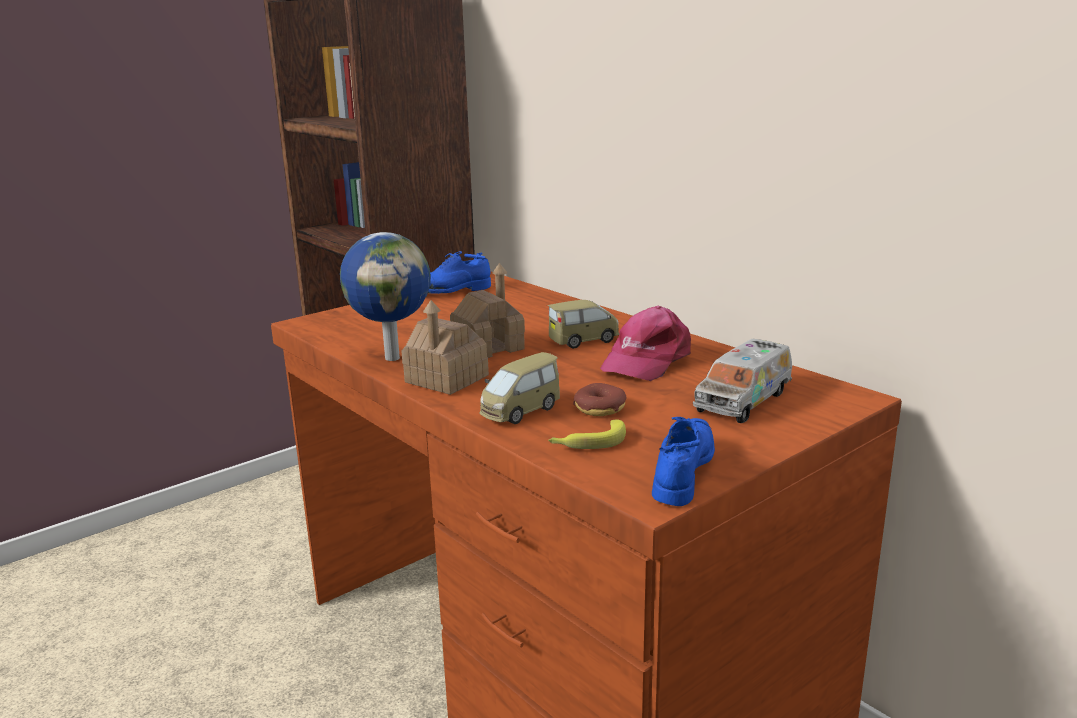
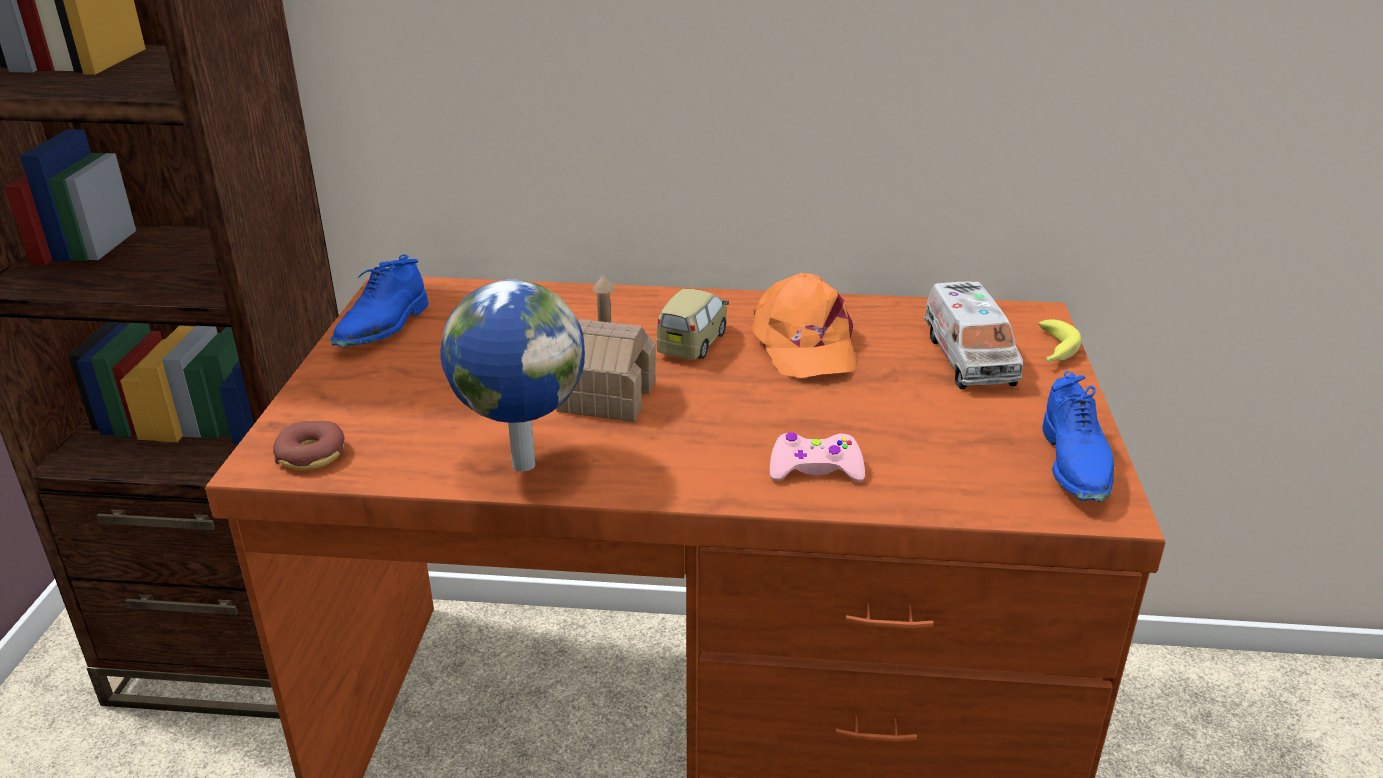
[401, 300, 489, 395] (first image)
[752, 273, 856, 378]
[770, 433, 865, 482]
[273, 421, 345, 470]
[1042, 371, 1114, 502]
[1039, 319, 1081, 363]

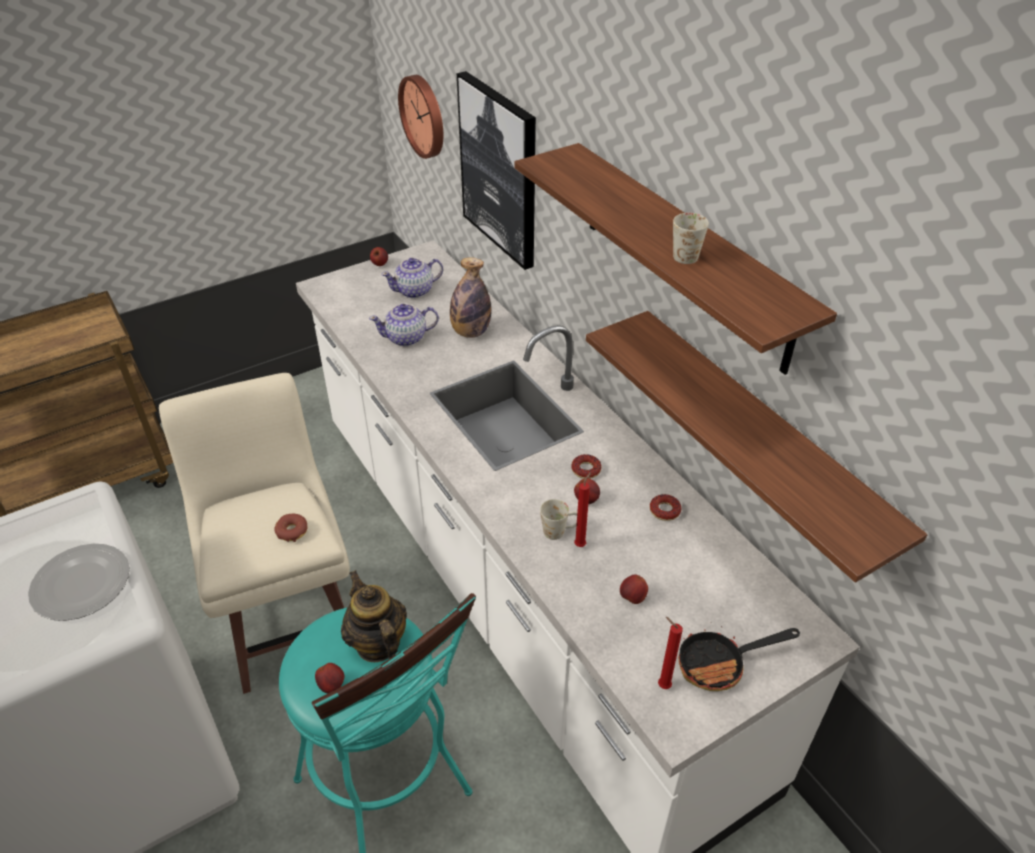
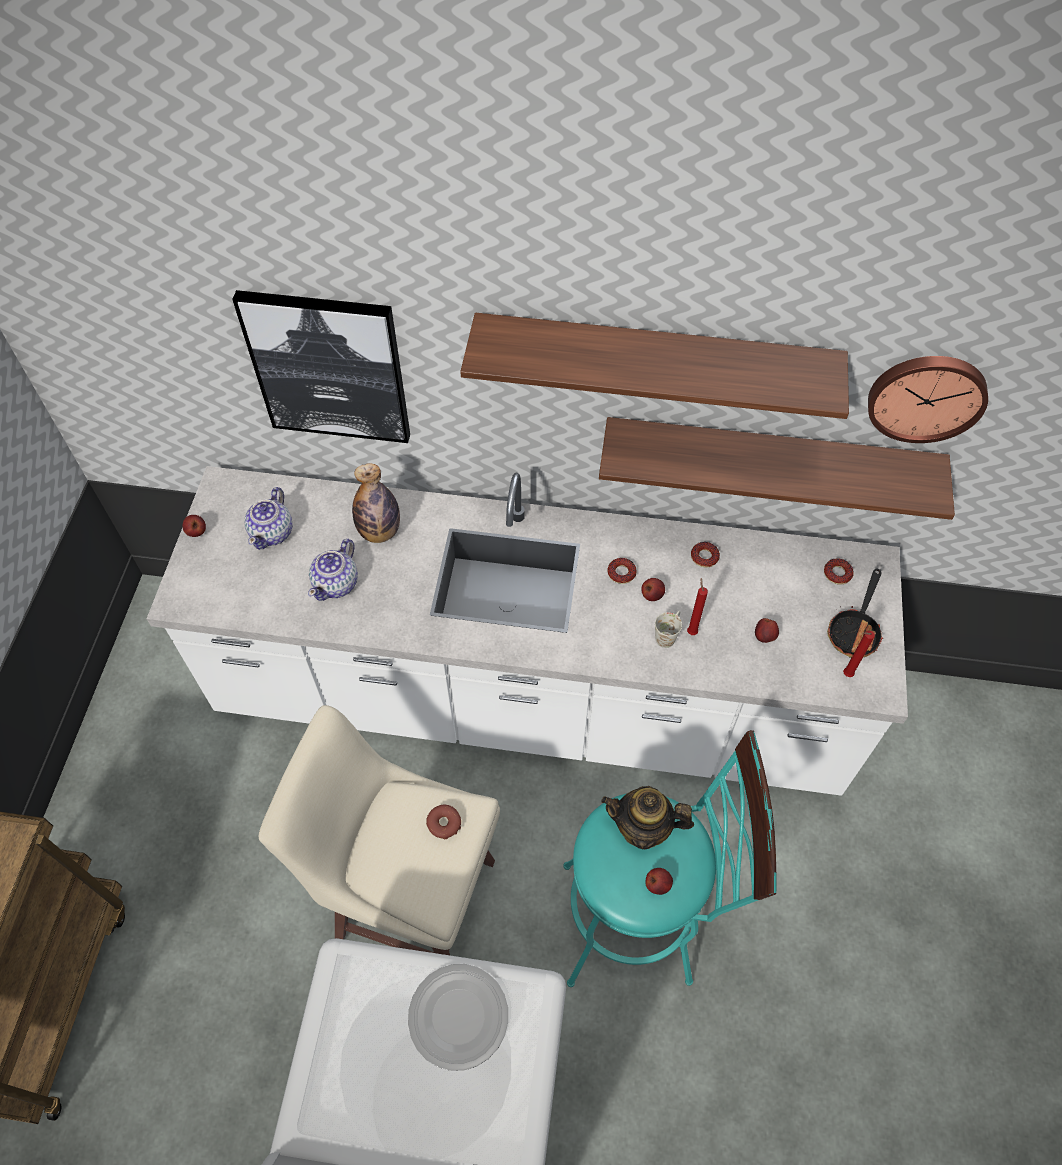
[868, 356, 988, 443]
[673, 213, 709, 264] (first image)
[824, 558, 854, 584]

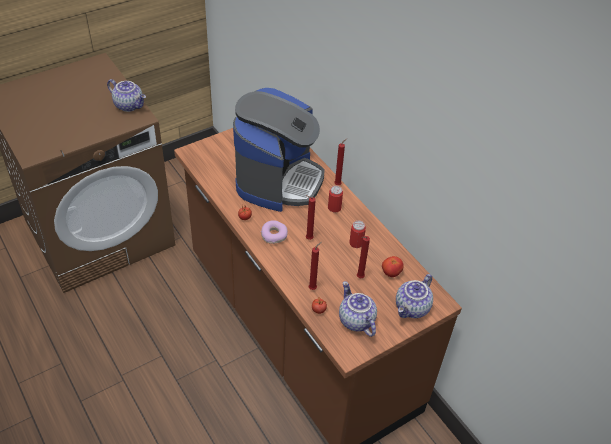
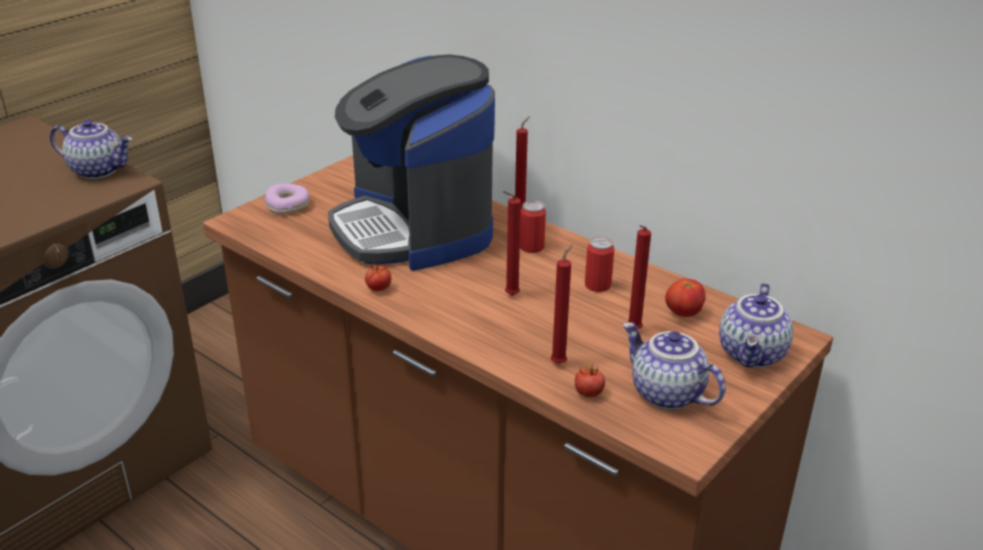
[328, 55, 495, 271]
[264, 183, 309, 214]

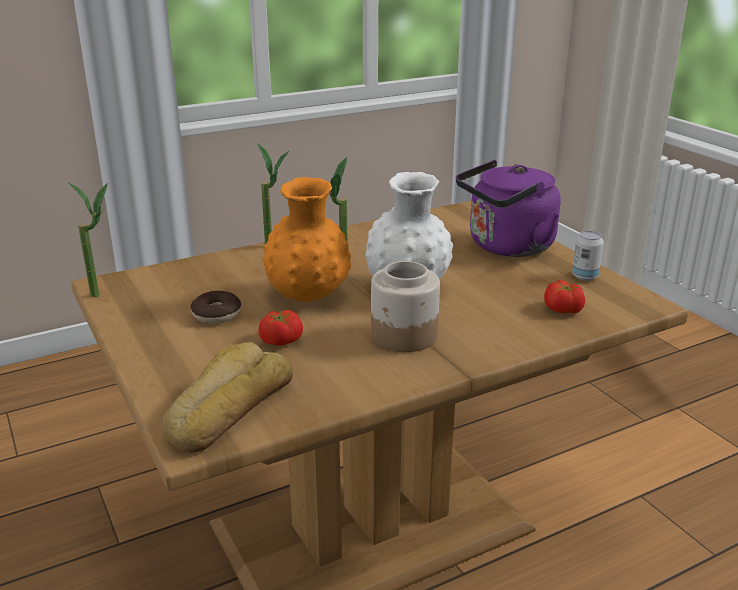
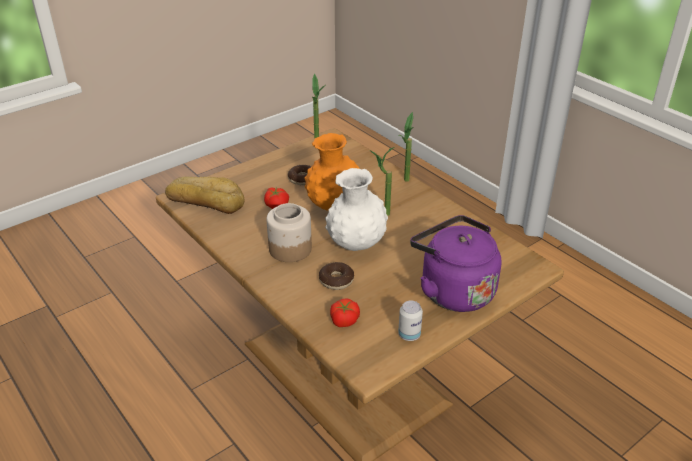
[319, 262, 354, 290]

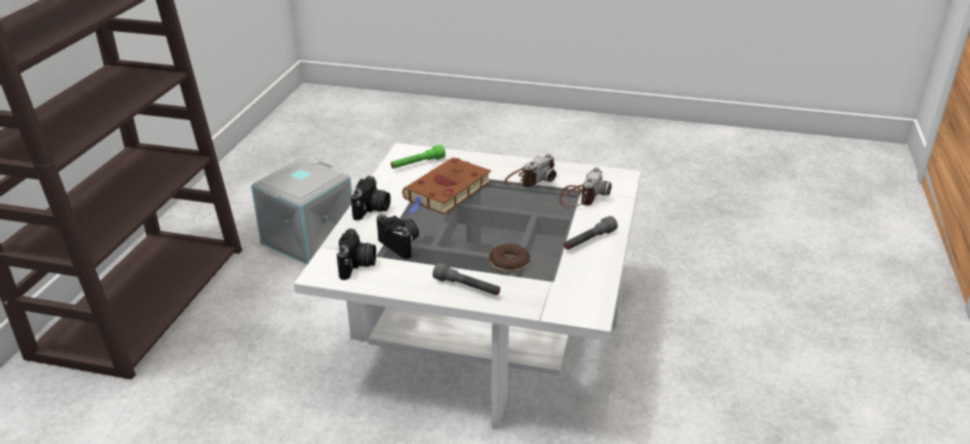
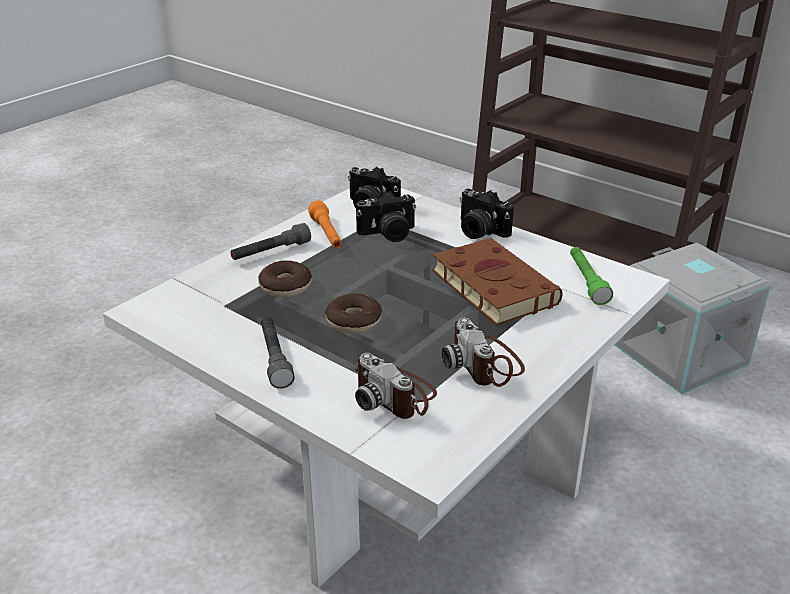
[308, 200, 342, 248]
[325, 293, 382, 334]

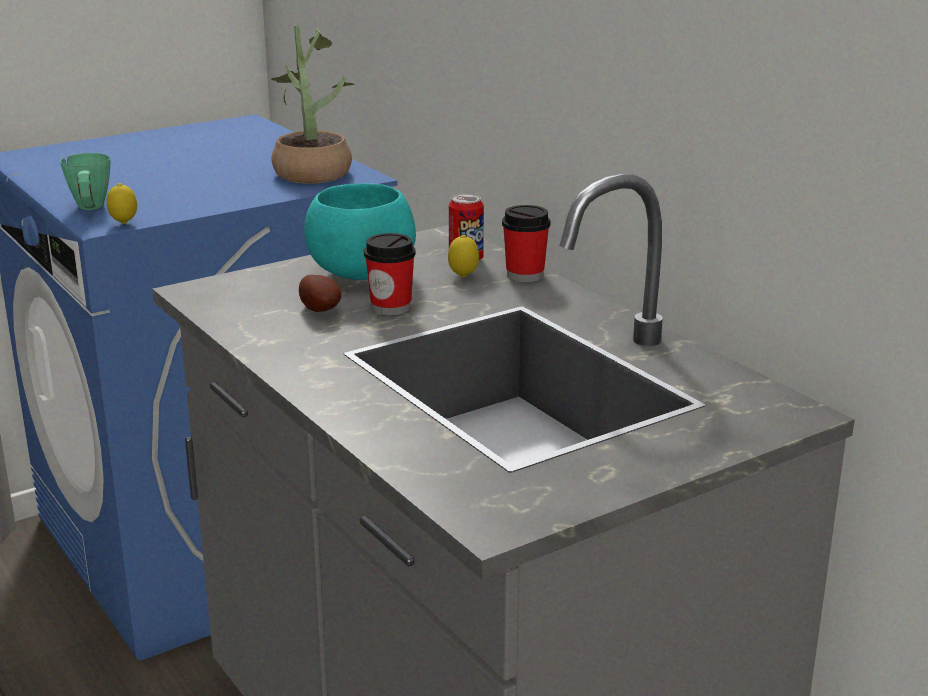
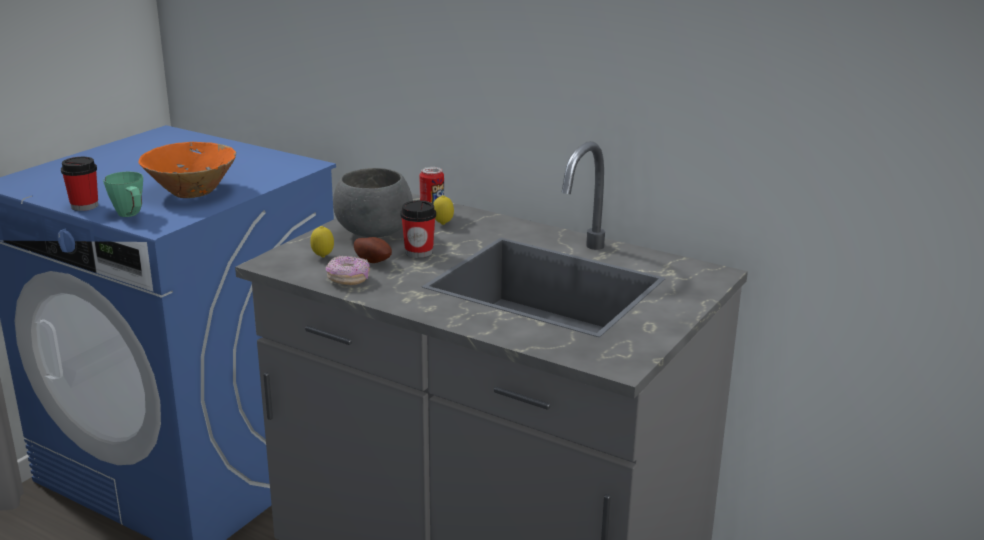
[271, 26, 355, 184] (first image)
[310, 226, 334, 258]
[333, 168, 413, 237]
[61, 157, 98, 211]
[139, 142, 236, 198]
[326, 256, 370, 285]

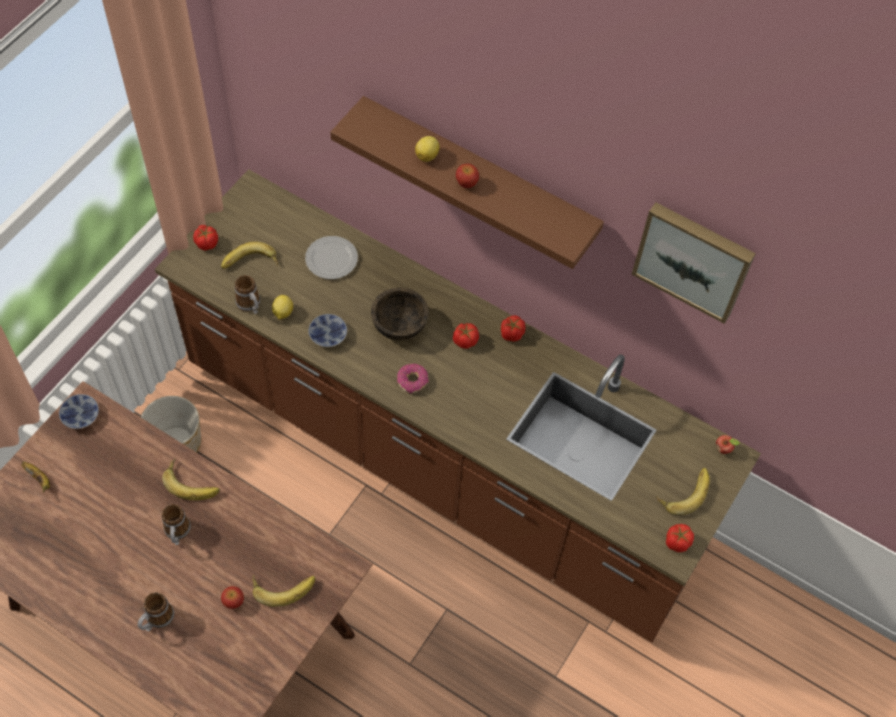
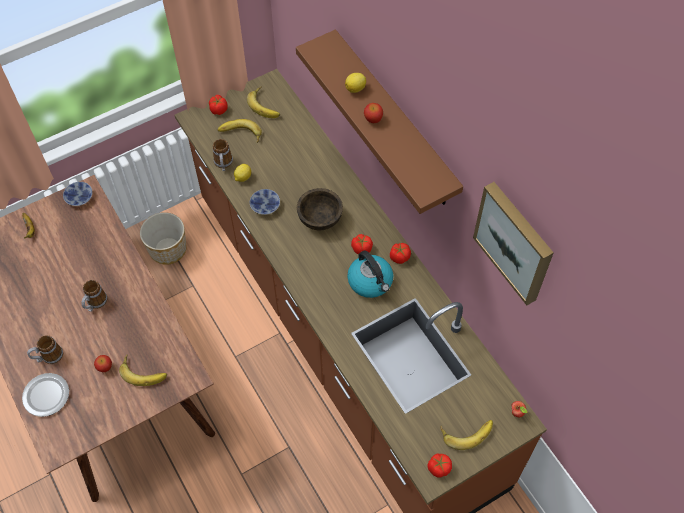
[22, 373, 69, 417]
[397, 364, 429, 394] (first image)
[247, 86, 280, 118]
[347, 251, 393, 298]

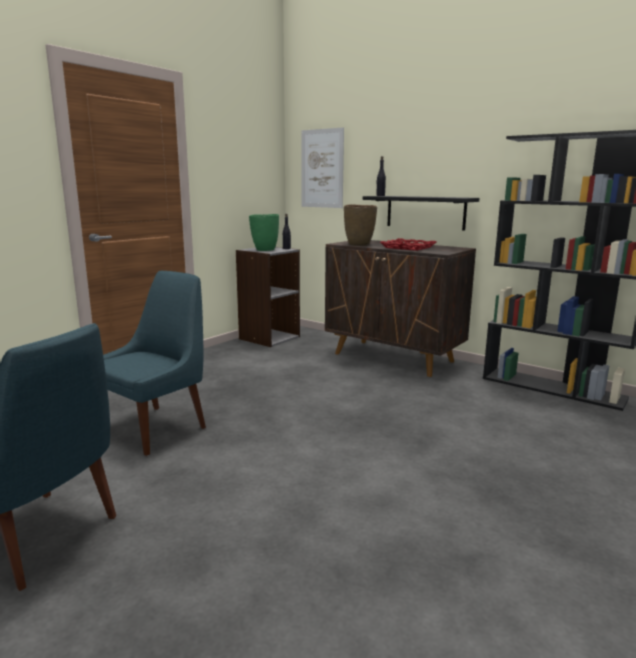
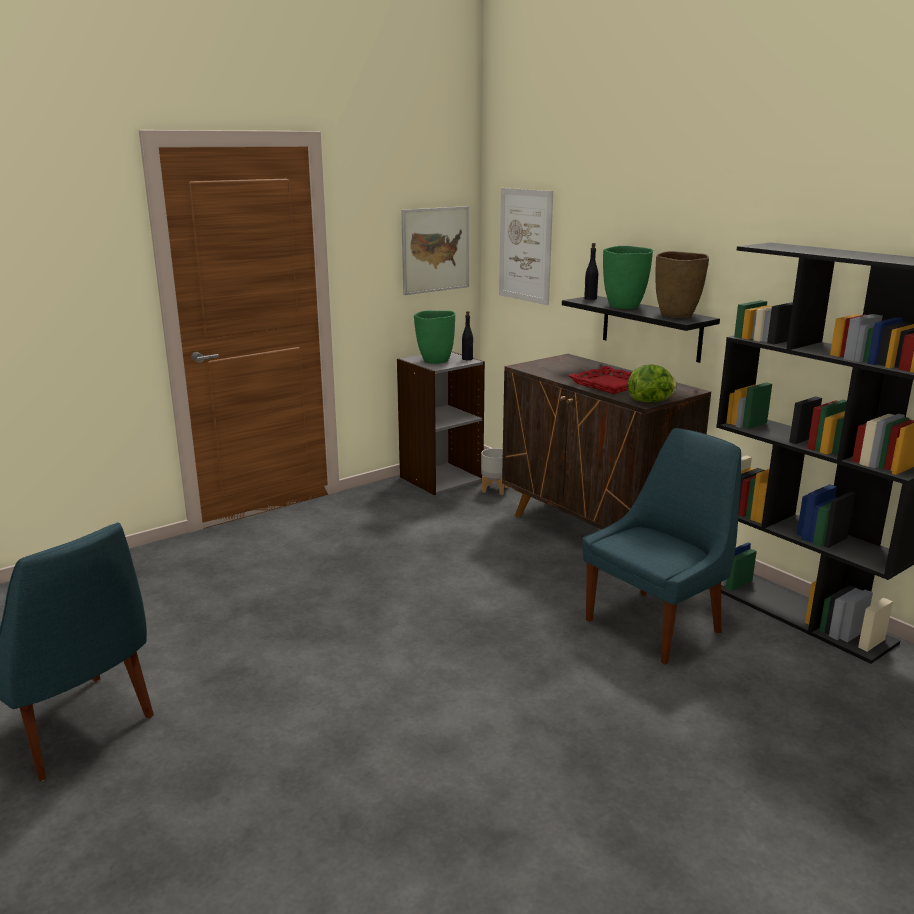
[655, 251, 709, 318]
[583, 428, 741, 665]
[401, 206, 469, 295]
[603, 246, 653, 309]
[628, 364, 677, 402]
[481, 448, 509, 495]

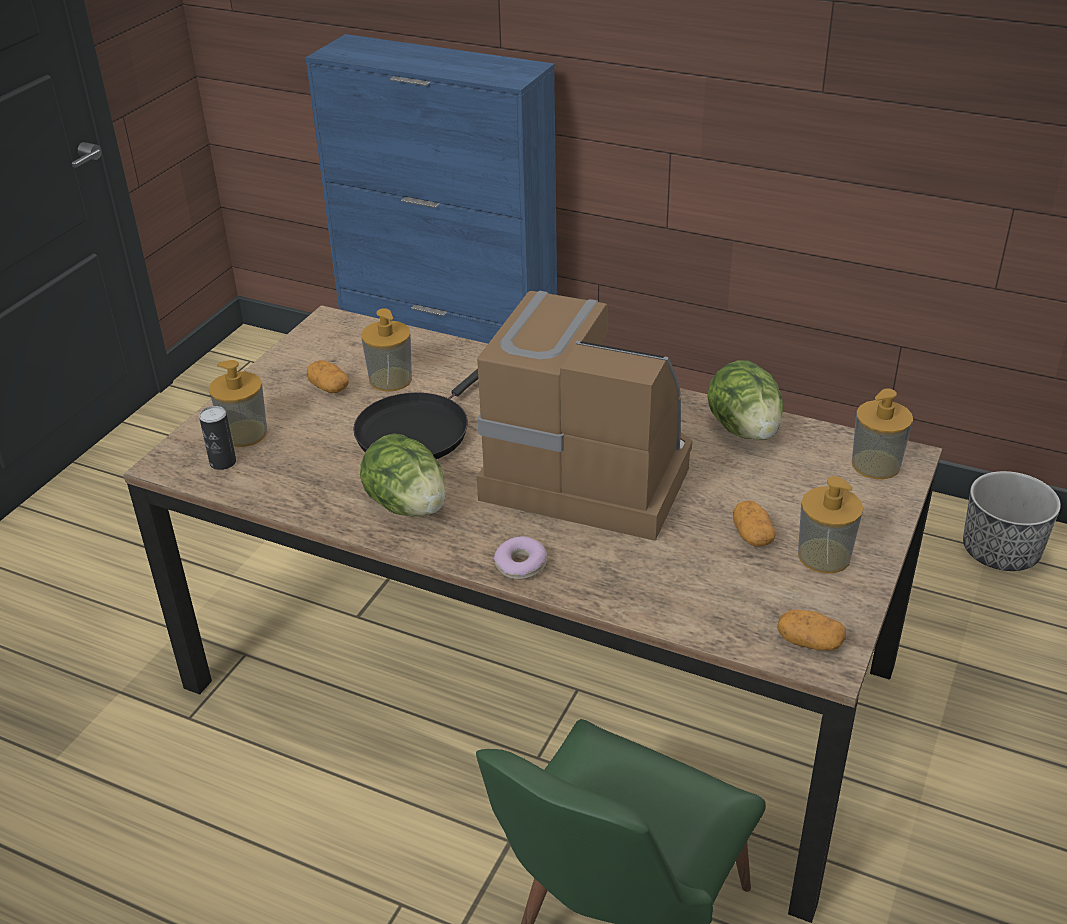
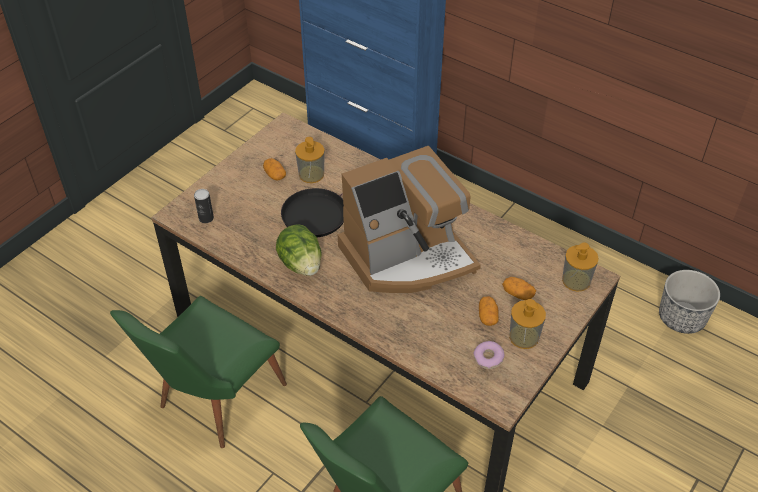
[338, 146, 481, 293]
[209, 360, 267, 447] (first image)
[708, 360, 783, 440] (first image)
[474, 341, 504, 369]
[502, 277, 536, 300]
[110, 296, 287, 448]

